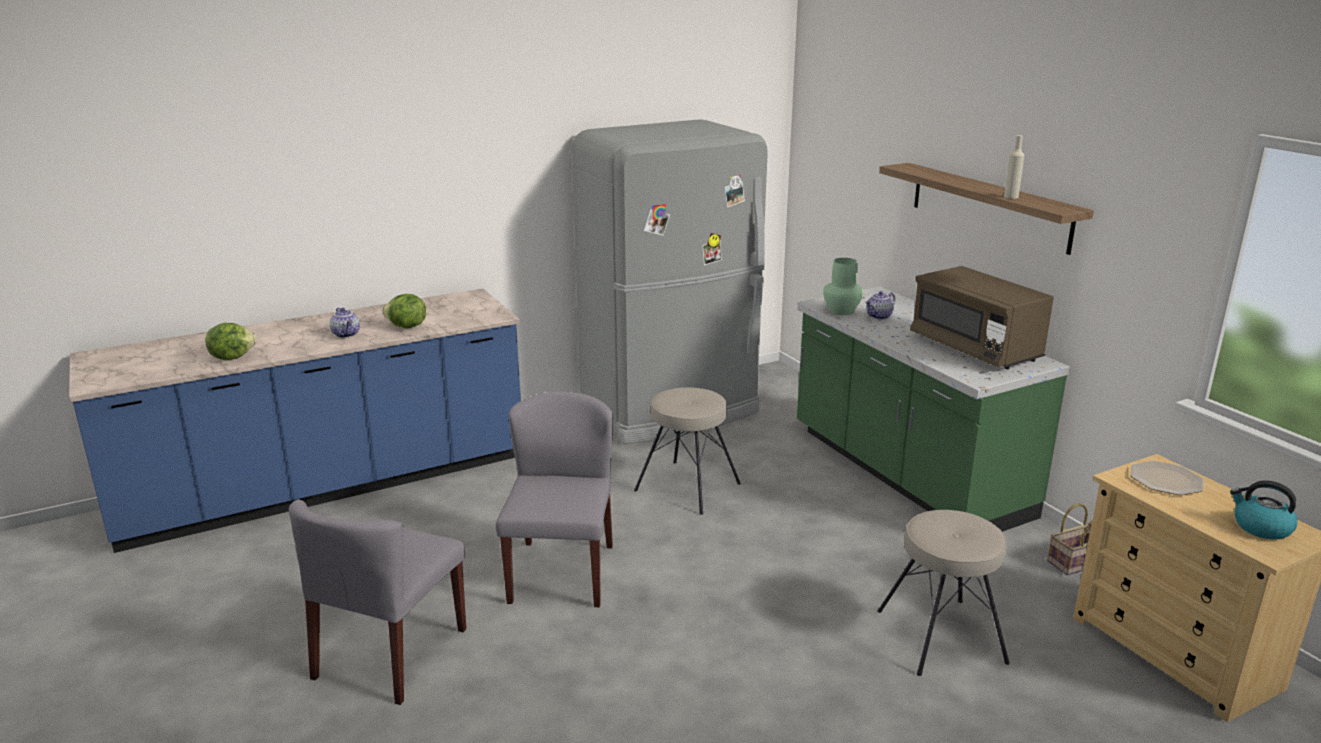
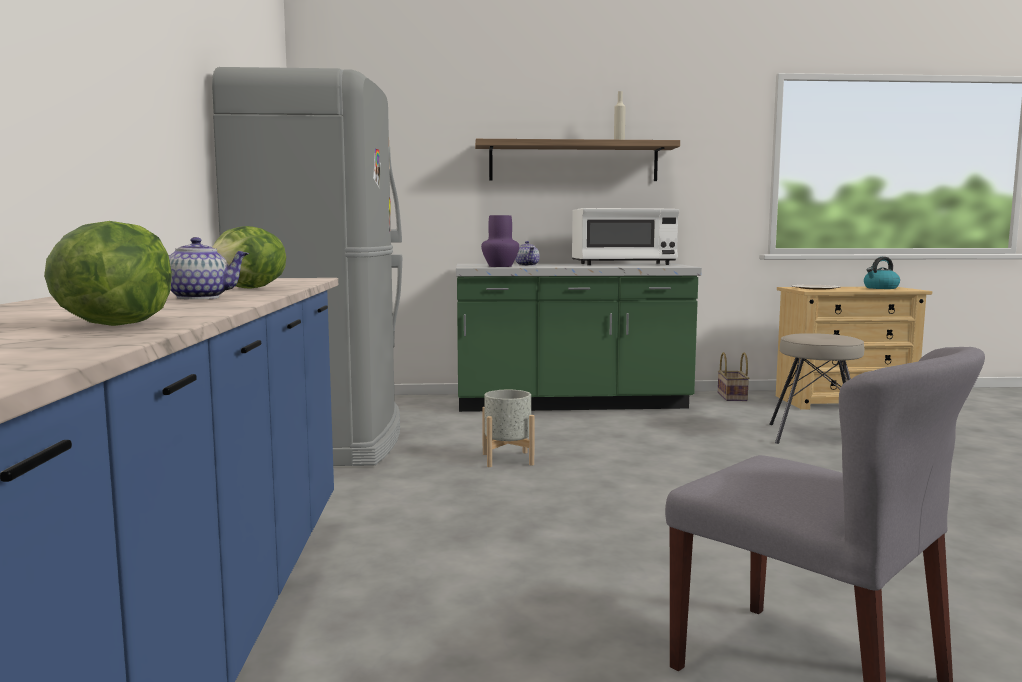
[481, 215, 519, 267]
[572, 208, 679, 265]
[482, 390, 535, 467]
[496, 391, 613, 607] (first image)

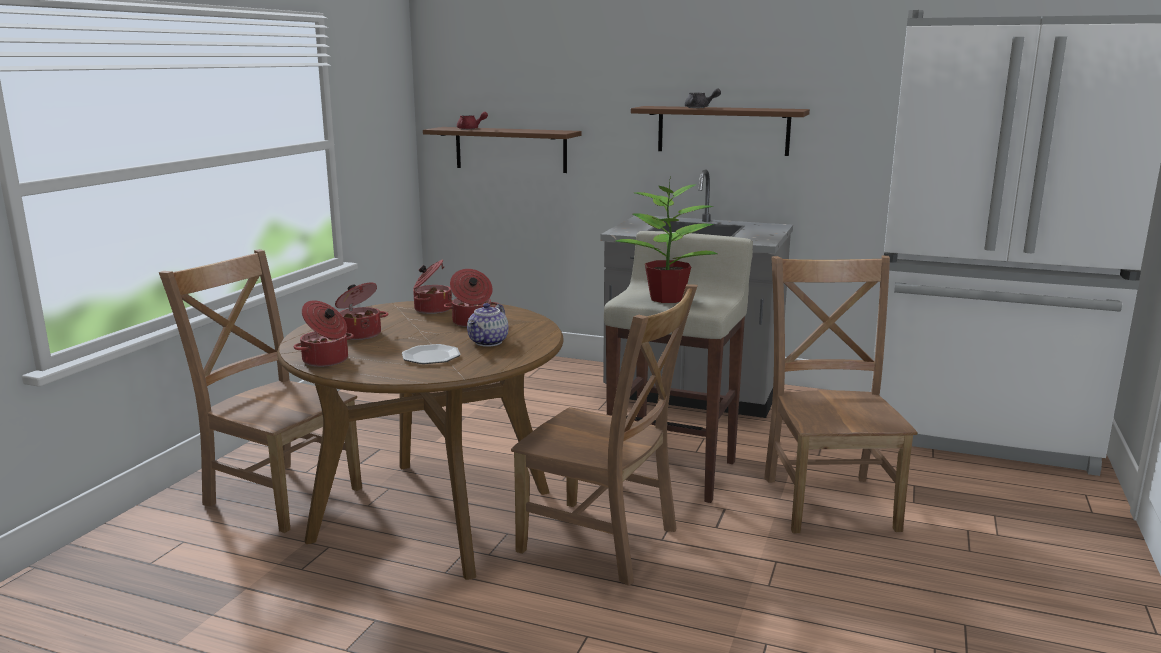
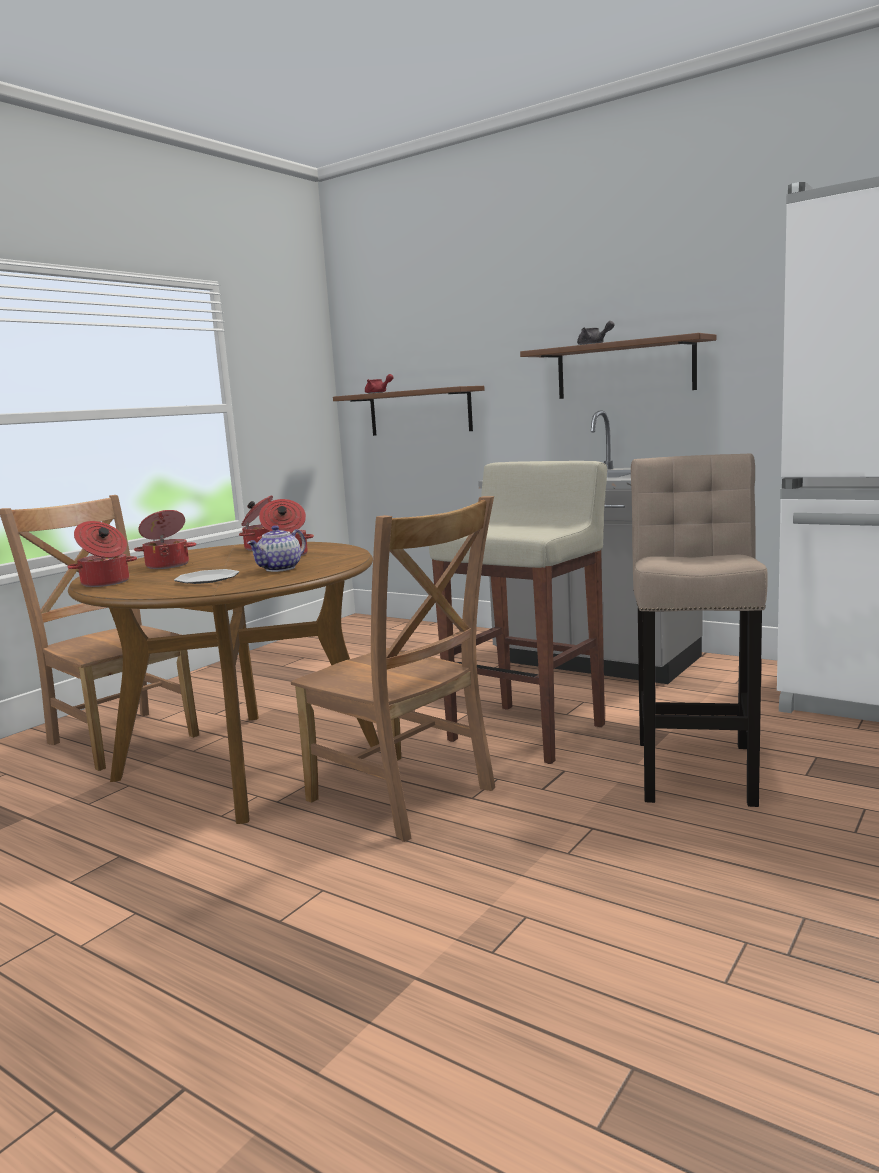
[615, 177, 717, 303] (first image)
[631, 454, 768, 807]

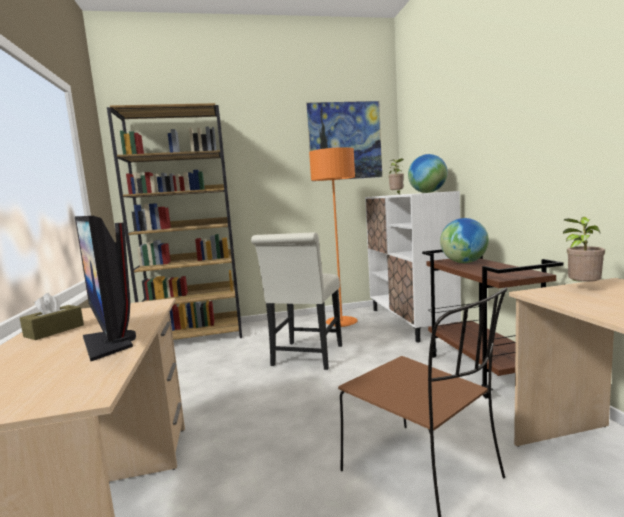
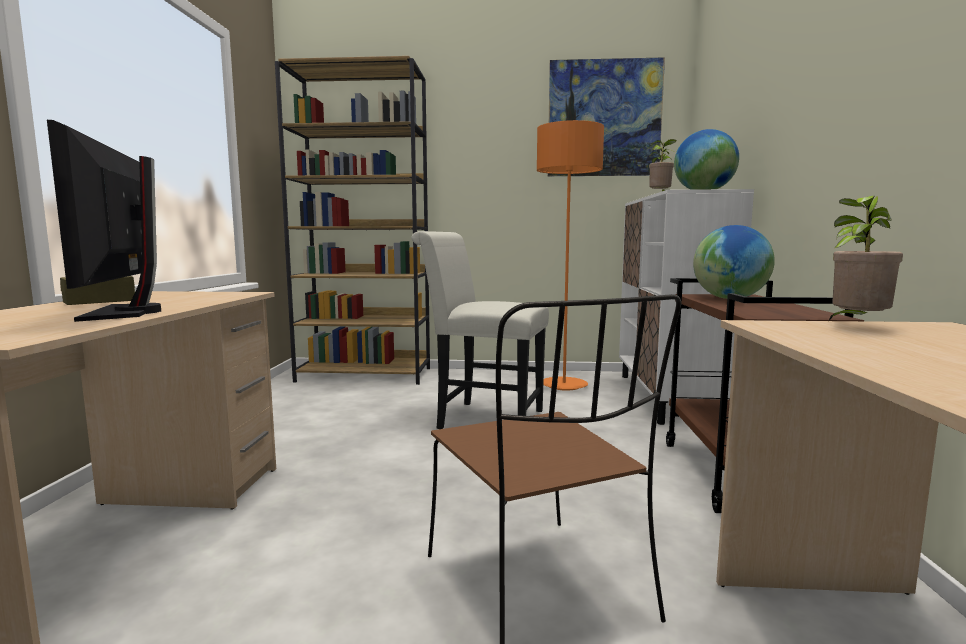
[411, 231, 549, 429]

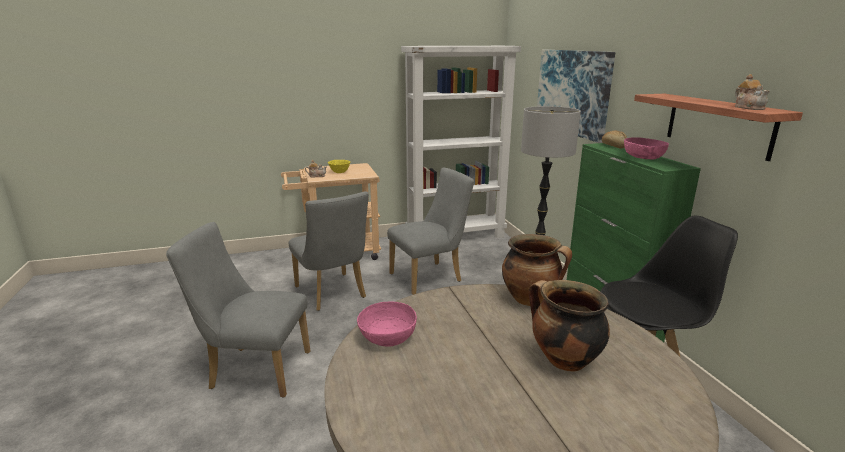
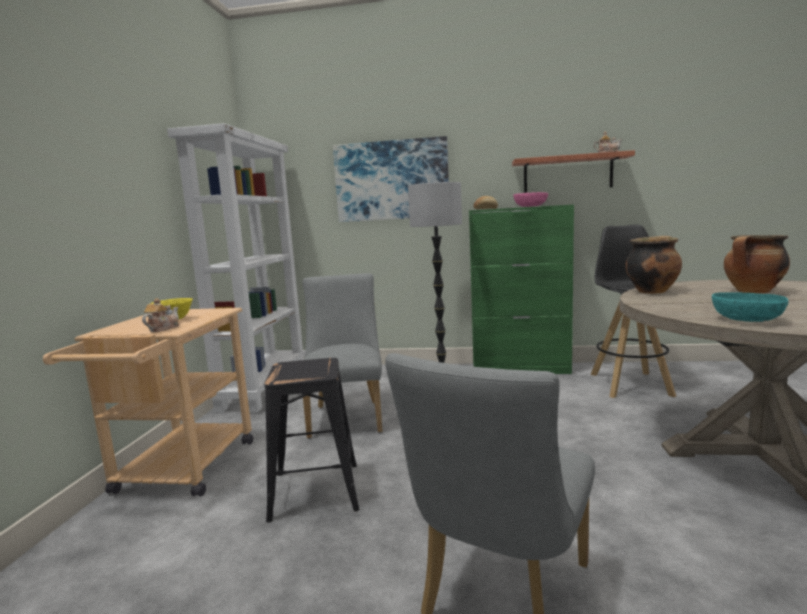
[264, 358, 359, 522]
[712, 292, 788, 322]

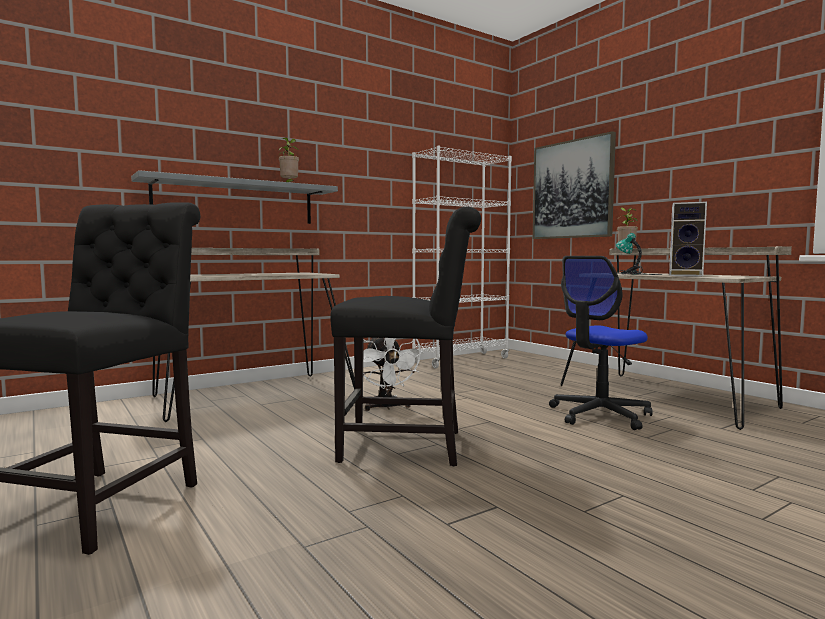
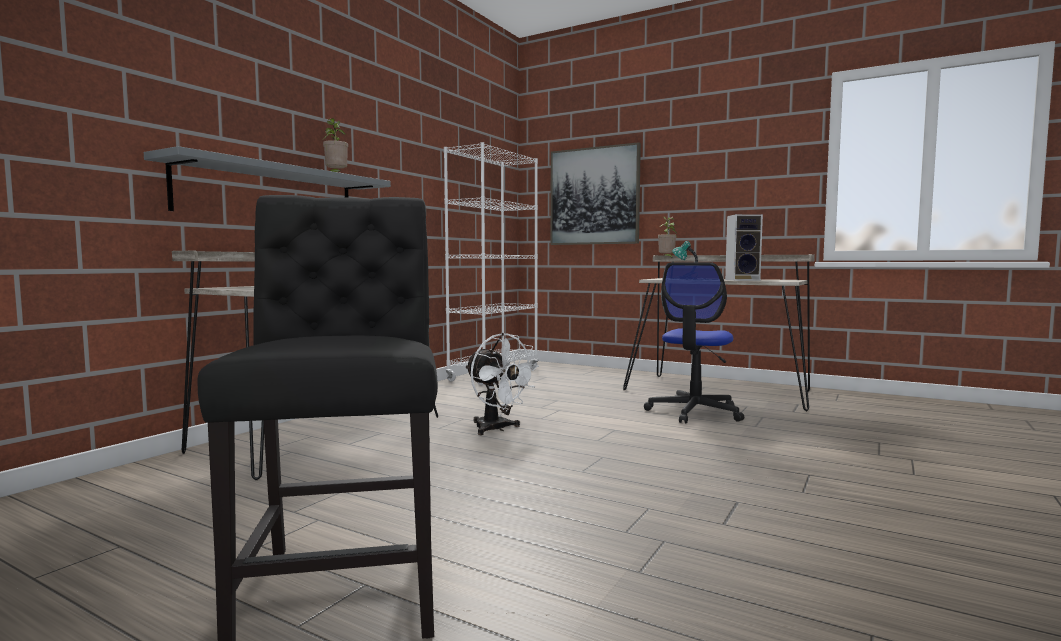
[330, 207, 481, 466] (first image)

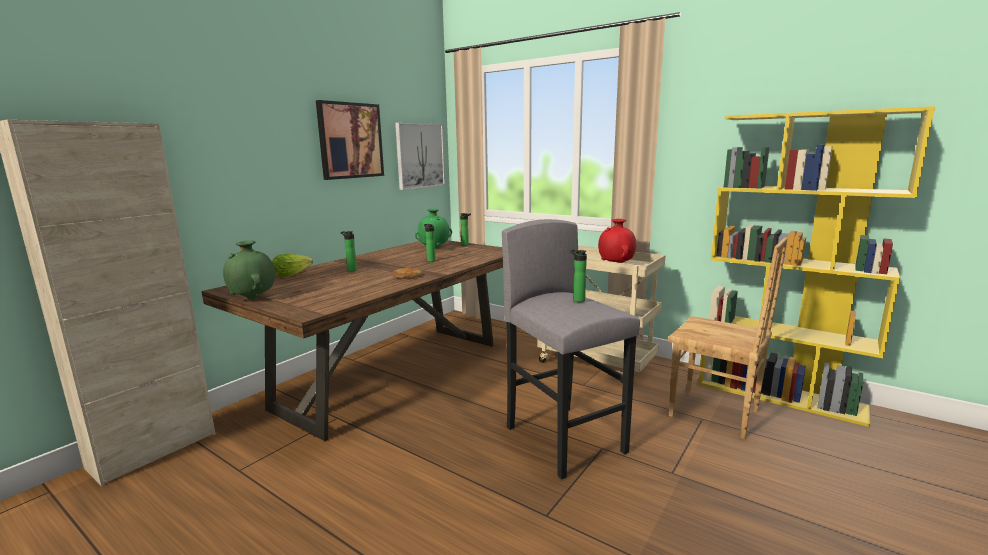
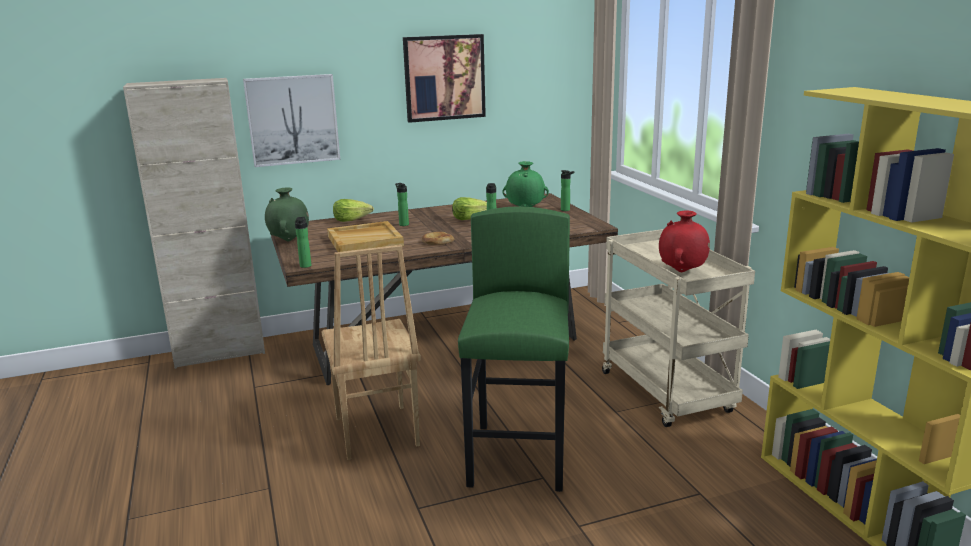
[243, 74, 340, 167]
[458, 206, 570, 492]
[321, 245, 421, 460]
[295, 217, 311, 268]
[452, 197, 487, 220]
[327, 221, 404, 252]

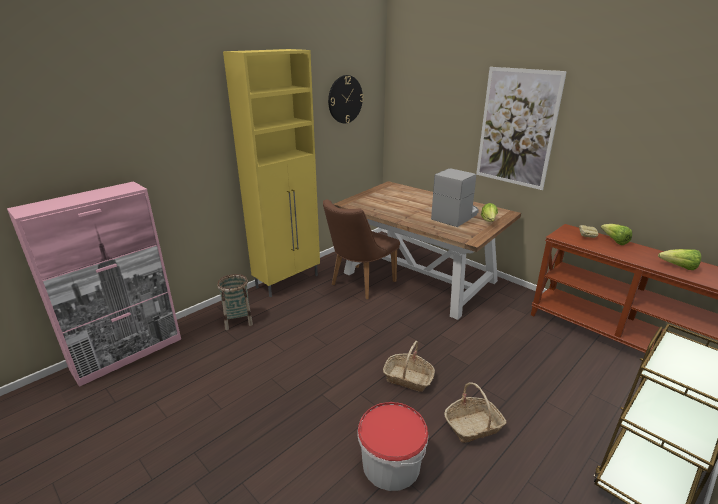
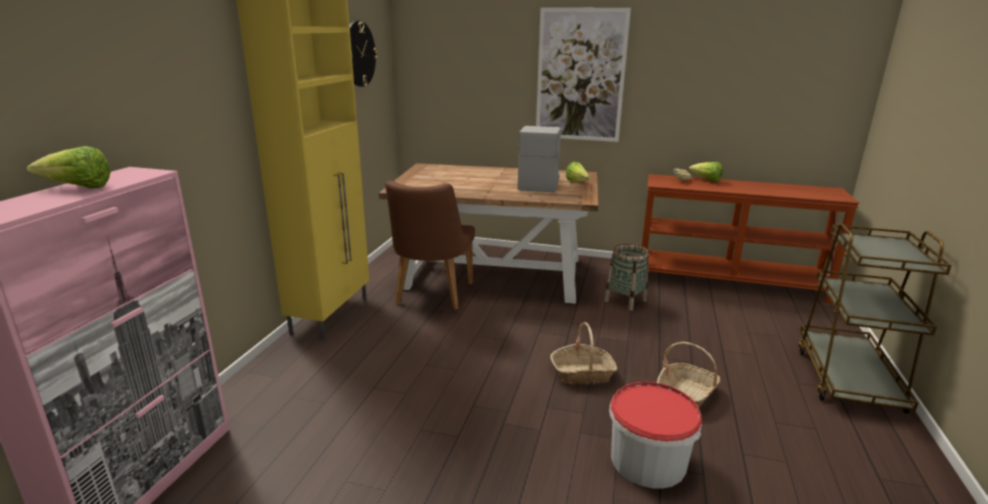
[27, 146, 111, 189]
[604, 244, 649, 311]

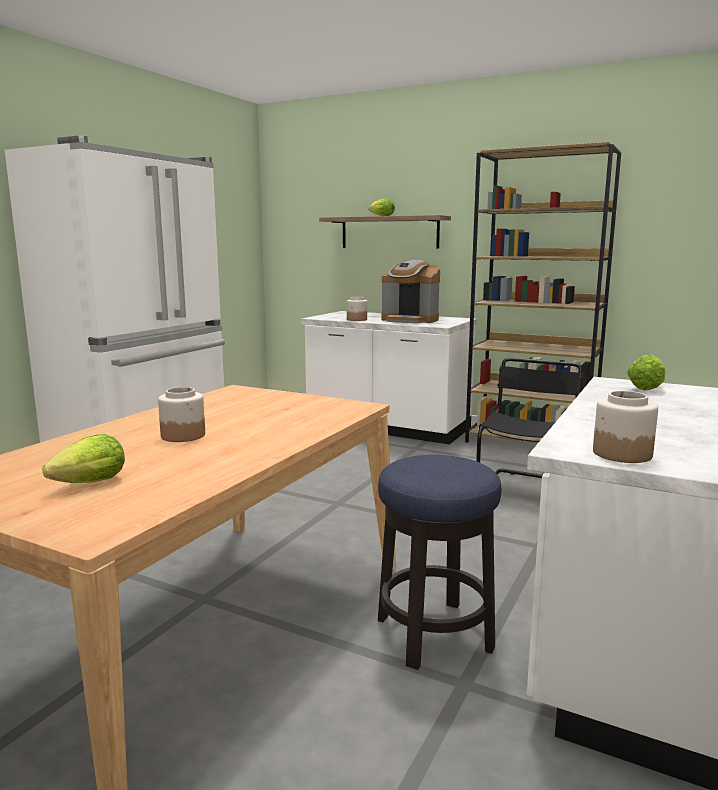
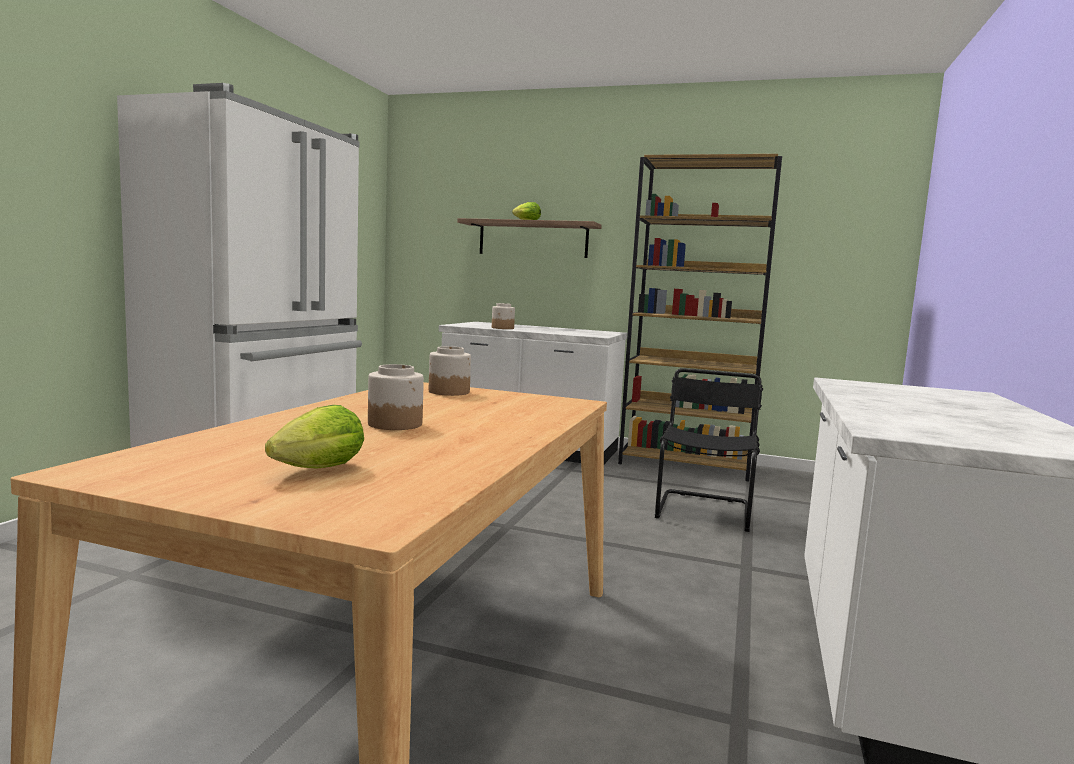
[381, 260, 440, 324] (first image)
[627, 355, 665, 390] (first image)
[429, 346, 471, 396]
[378, 455, 501, 670] (first image)

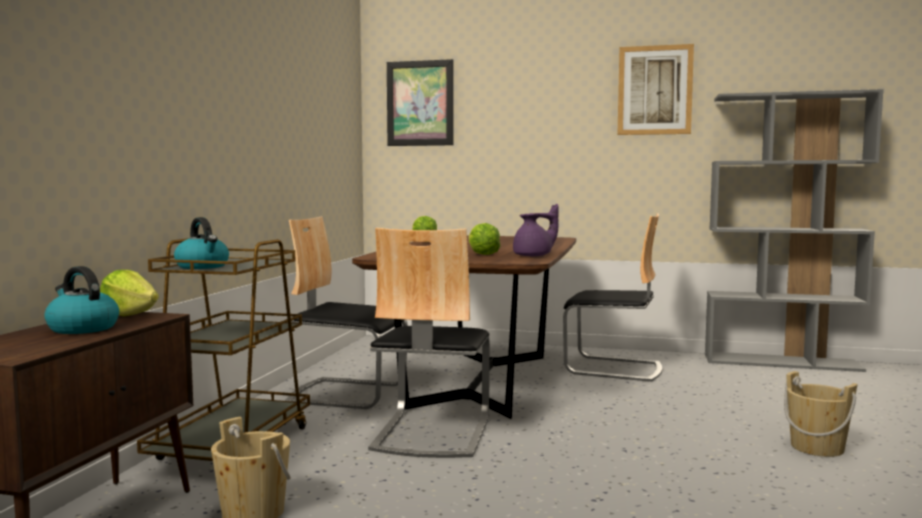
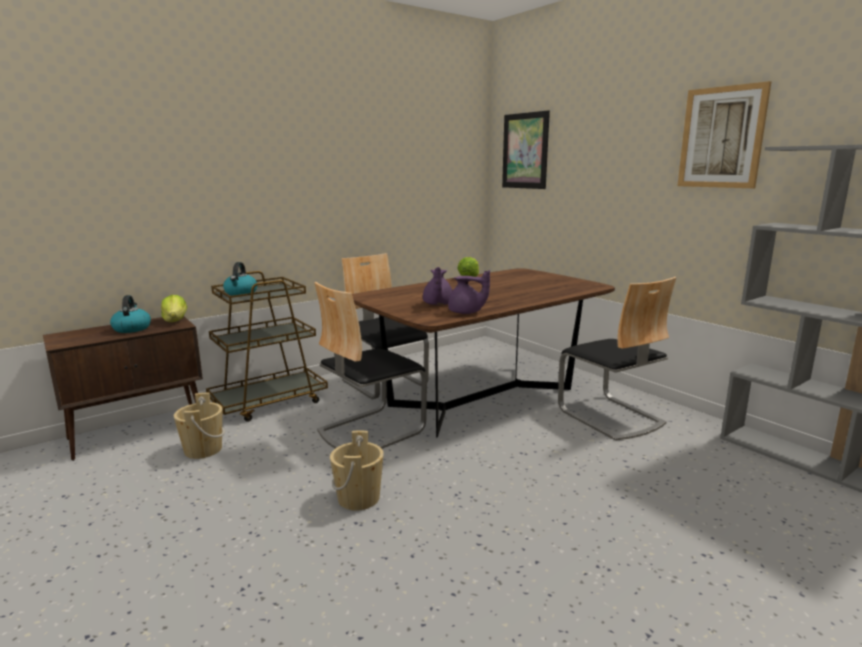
[423, 267, 453, 305]
[330, 430, 384, 511]

